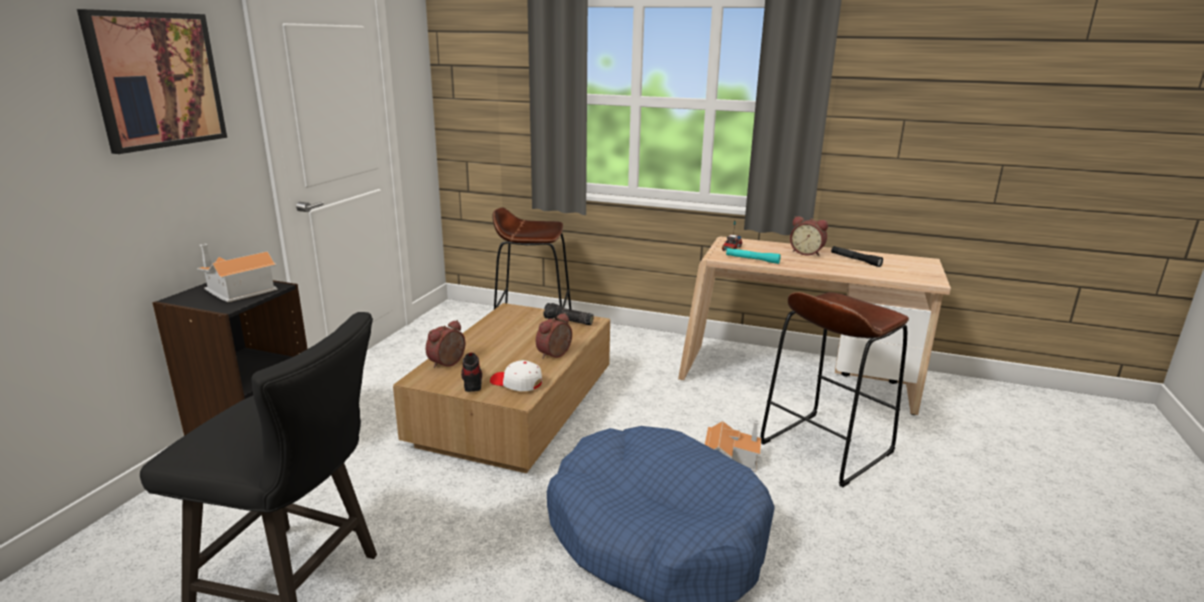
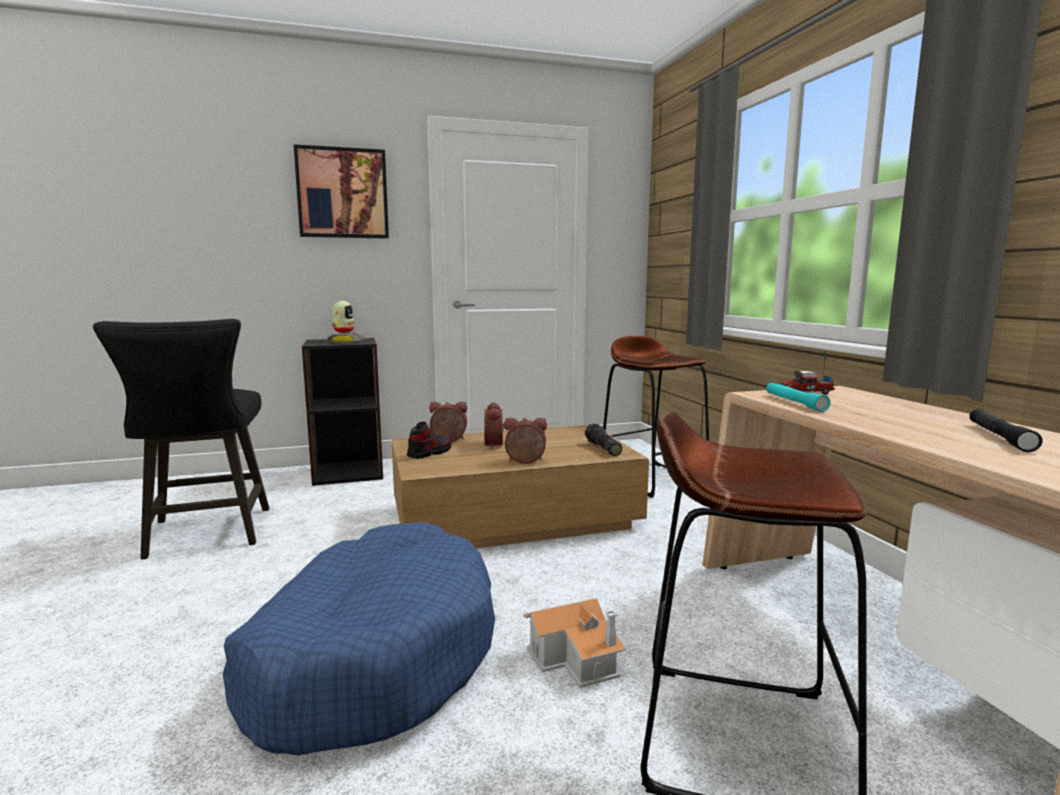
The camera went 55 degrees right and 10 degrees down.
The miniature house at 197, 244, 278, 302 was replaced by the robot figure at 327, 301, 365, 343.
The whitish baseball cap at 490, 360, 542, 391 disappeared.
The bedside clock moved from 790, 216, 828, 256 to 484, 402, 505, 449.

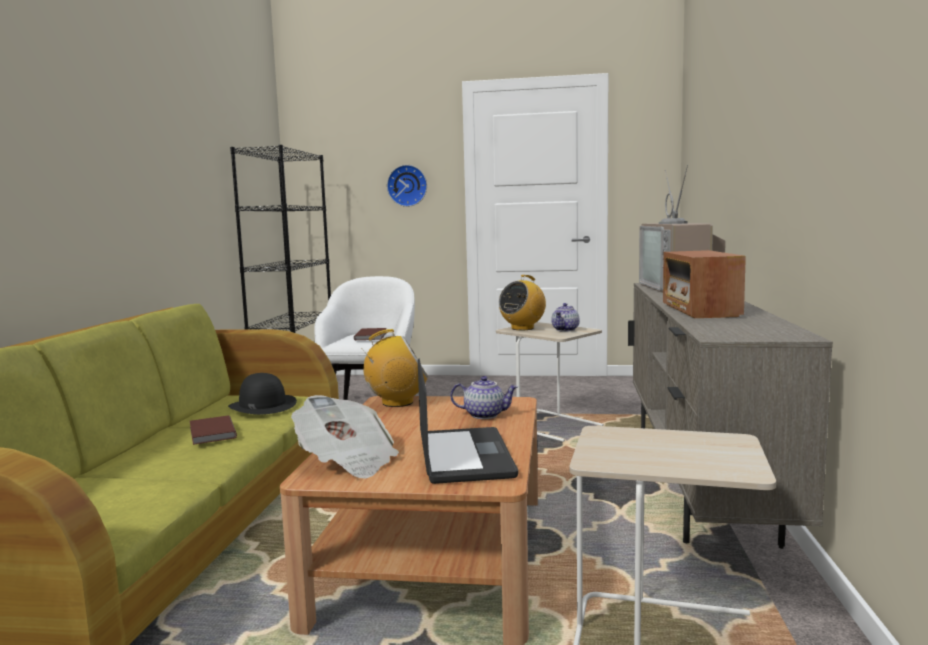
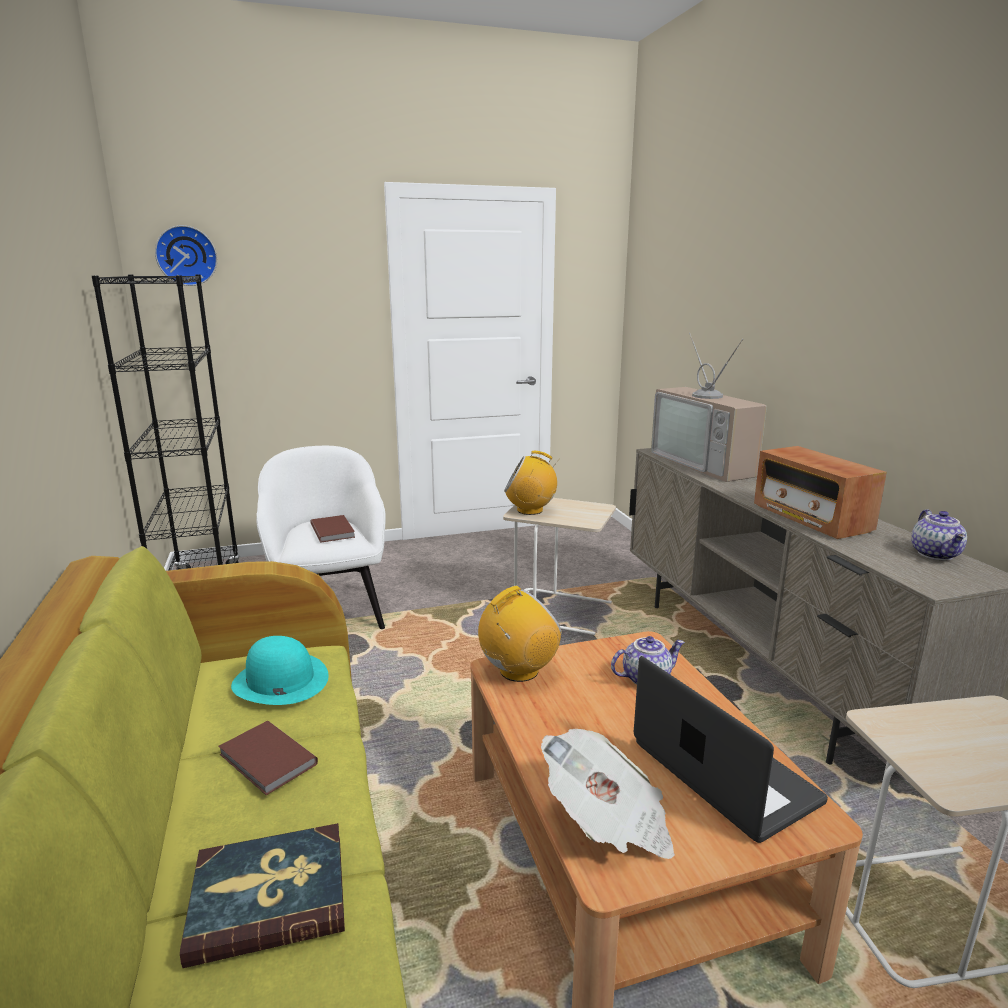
The camera went 25 degrees left and 10 degrees up.
The blackish clothing hat at 228, 373, 297, 414 became the turquoise clothing hat at 231, 636, 329, 705.
The wall clock moved from 387, 165, 427, 207 to 155, 225, 217, 286.
The radio receiver at 499, 275, 546, 330 turned 75 degrees clockwise.
The teapot moved from 551, 303, 579, 332 to 911, 509, 967, 560.
The book at 180, 823, 345, 968 appeared.

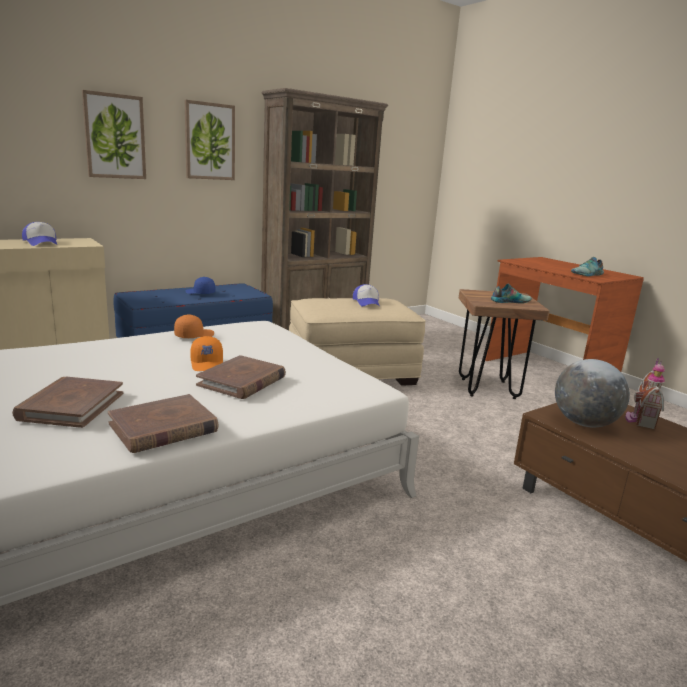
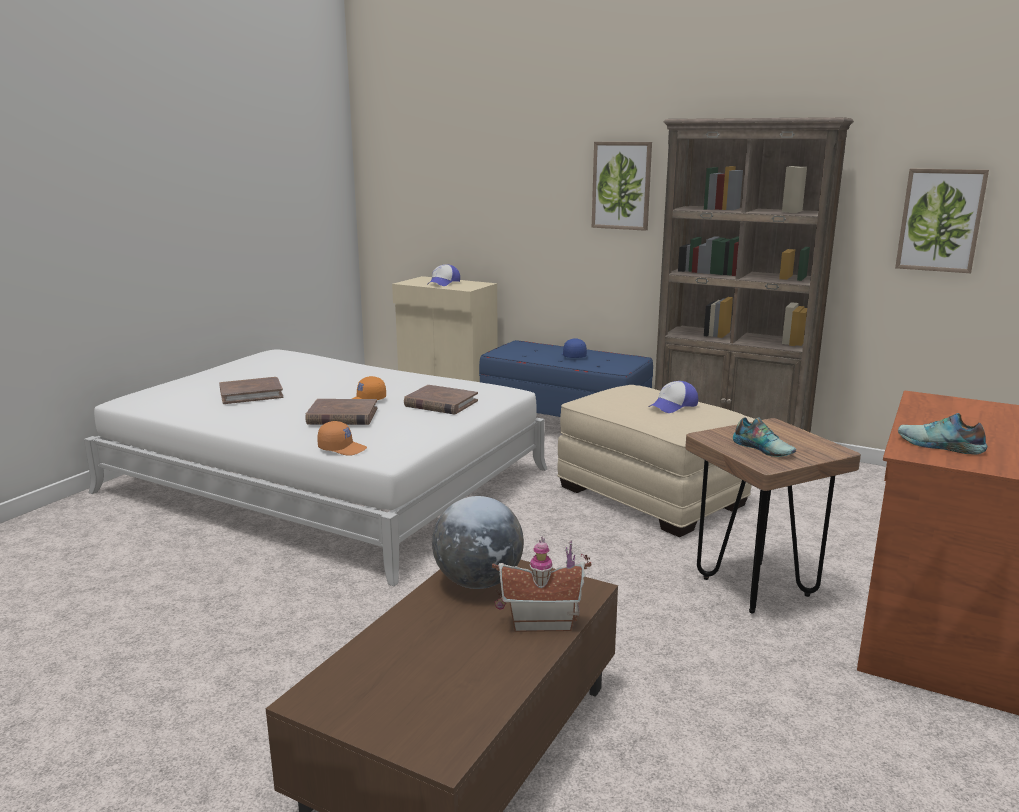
The camera went 65 degrees right and 0 degrees up.
The wall picture moved from 82, 90, 146, 179 to 895, 168, 989, 273.
The brown book moved from 108, 394, 219, 453 to 404, 385, 478, 414.
The orange baseball cap moved from 174, 315, 214, 338 to 317, 421, 367, 456.

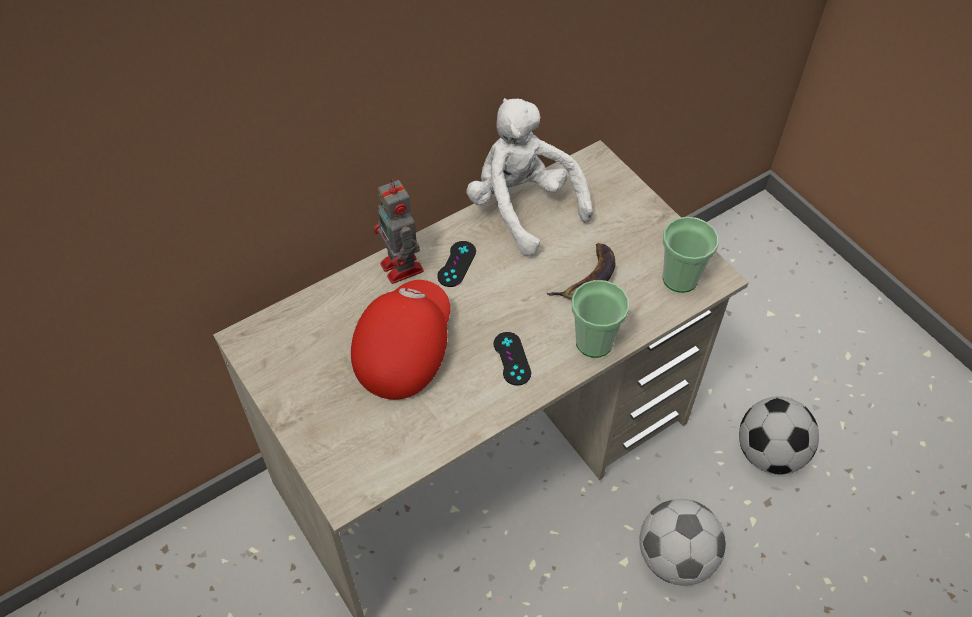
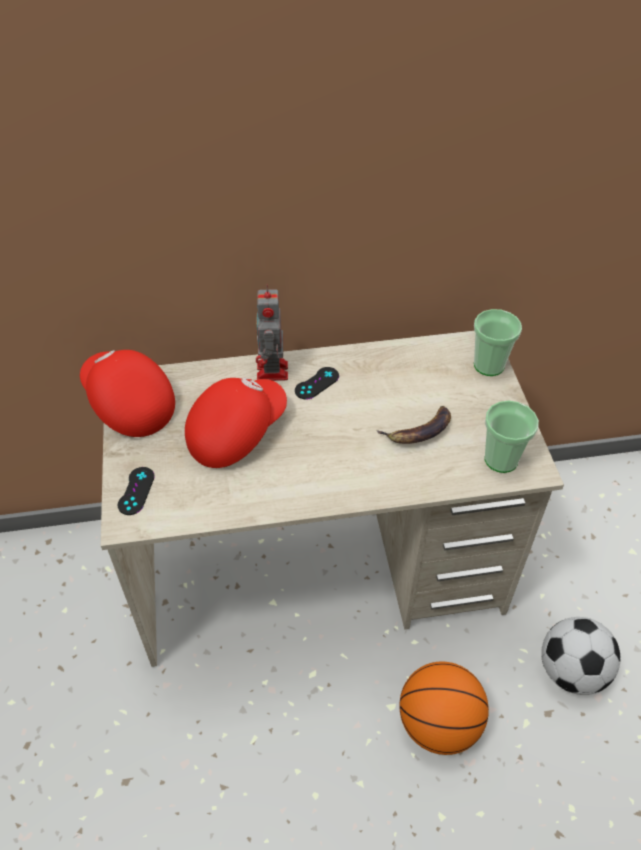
The camera went 25 degrees right and 5 degrees down.
The whitish soft toy at 466, 98, 593, 256 disappeared.
The blackish joypad moved from 493, 332, 531, 386 to 118, 467, 155, 515.
The cup moved from 572, 280, 629, 358 to 474, 309, 522, 376.
The football at 640, 499, 726, 586 was replaced by the basketball at 399, 662, 489, 755.
The red baseball cap at 80, 350, 175, 437 appeared.

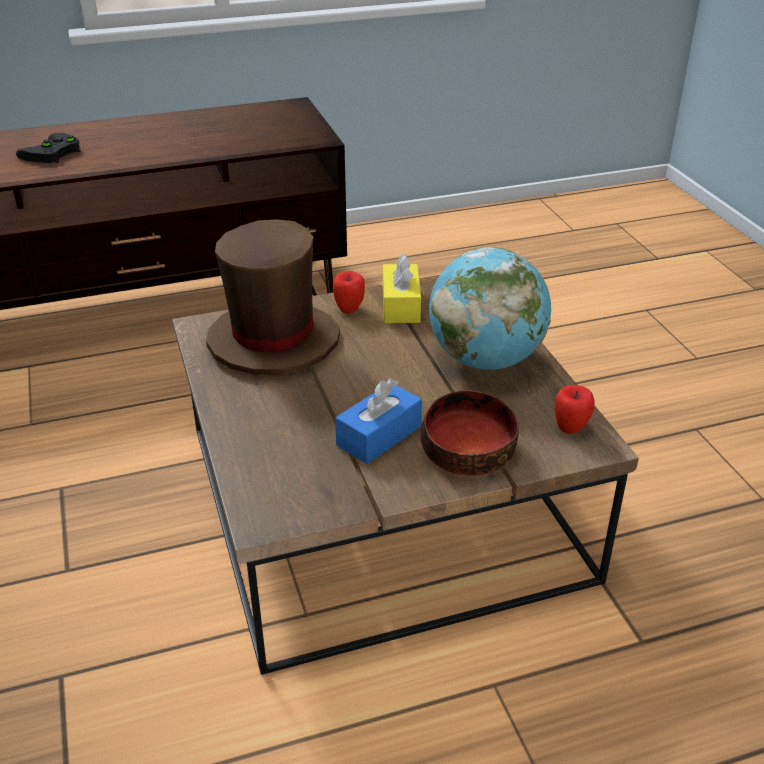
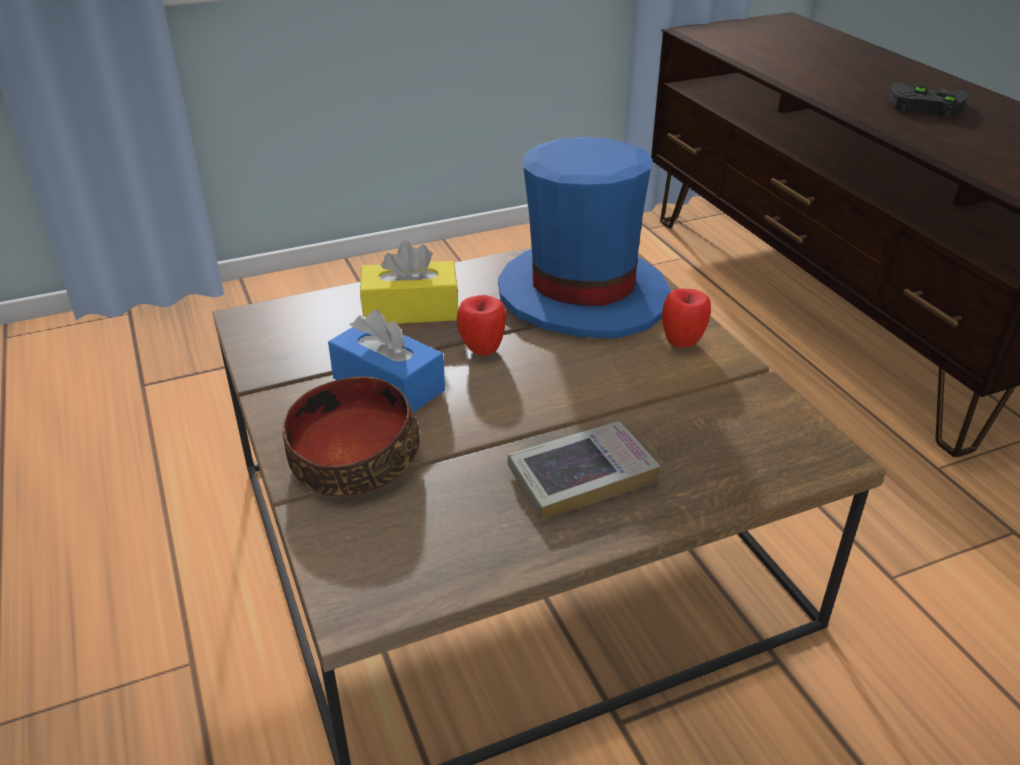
The camera went 85 degrees right and 0 degrees up.
The blackish joypad moved from 16, 133, 81, 163 to 889, 82, 968, 119.
The brown clothing hat at 206, 219, 340, 375 became the blue clothing hat at 498, 137, 671, 339.
The yellow-coloured tissue holder moved from 383, 253, 421, 323 to 360, 240, 458, 324.
The world globe at 429, 247, 551, 370 was replaced by the book at 507, 421, 660, 520.
The whole apple moved from 555, 385, 595, 434 to 457, 295, 506, 356.

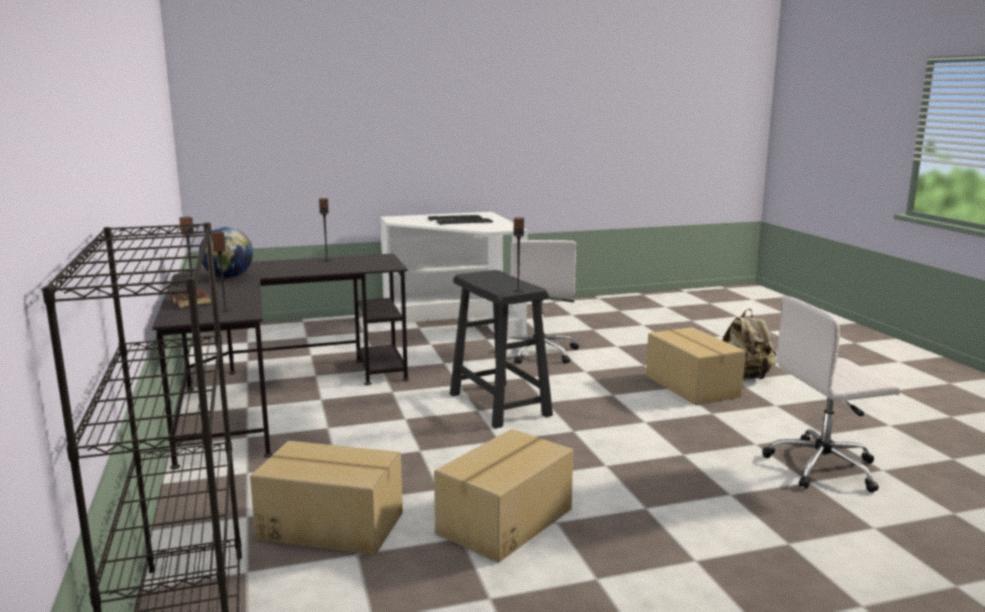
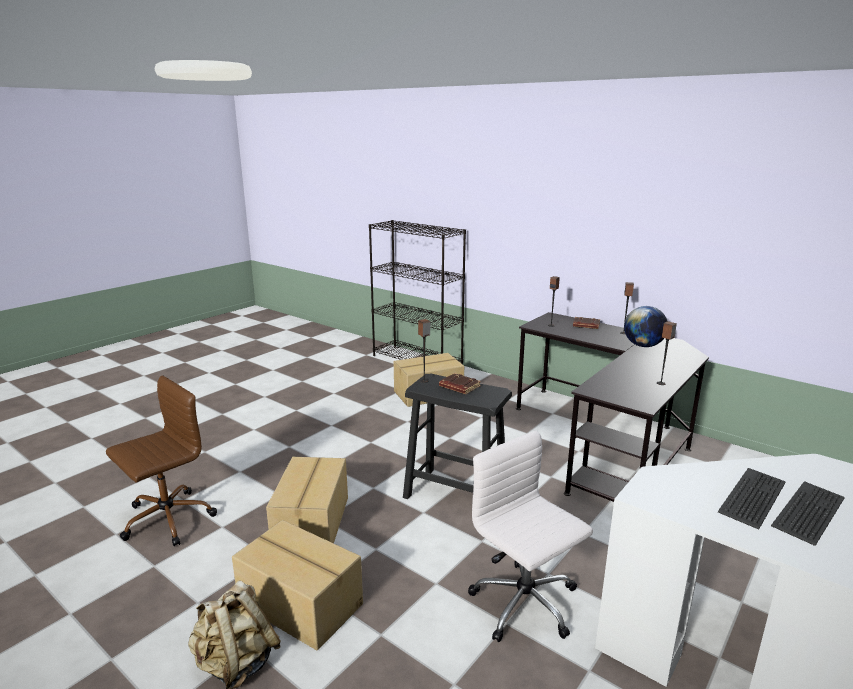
The camera went 145 degrees right and 5 degrees up.
The packing box moved from 434, 429, 573, 563 to 266, 457, 348, 543.
The whitish desk chair at 762, 296, 900, 493 became the brown desk chair at 106, 375, 217, 546.
The brown book at 439, 373, 481, 394 appeared.

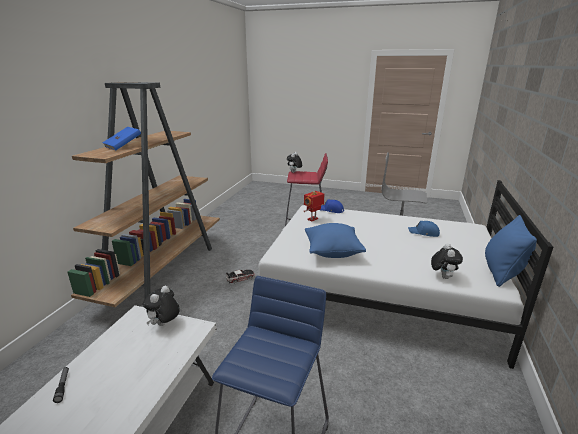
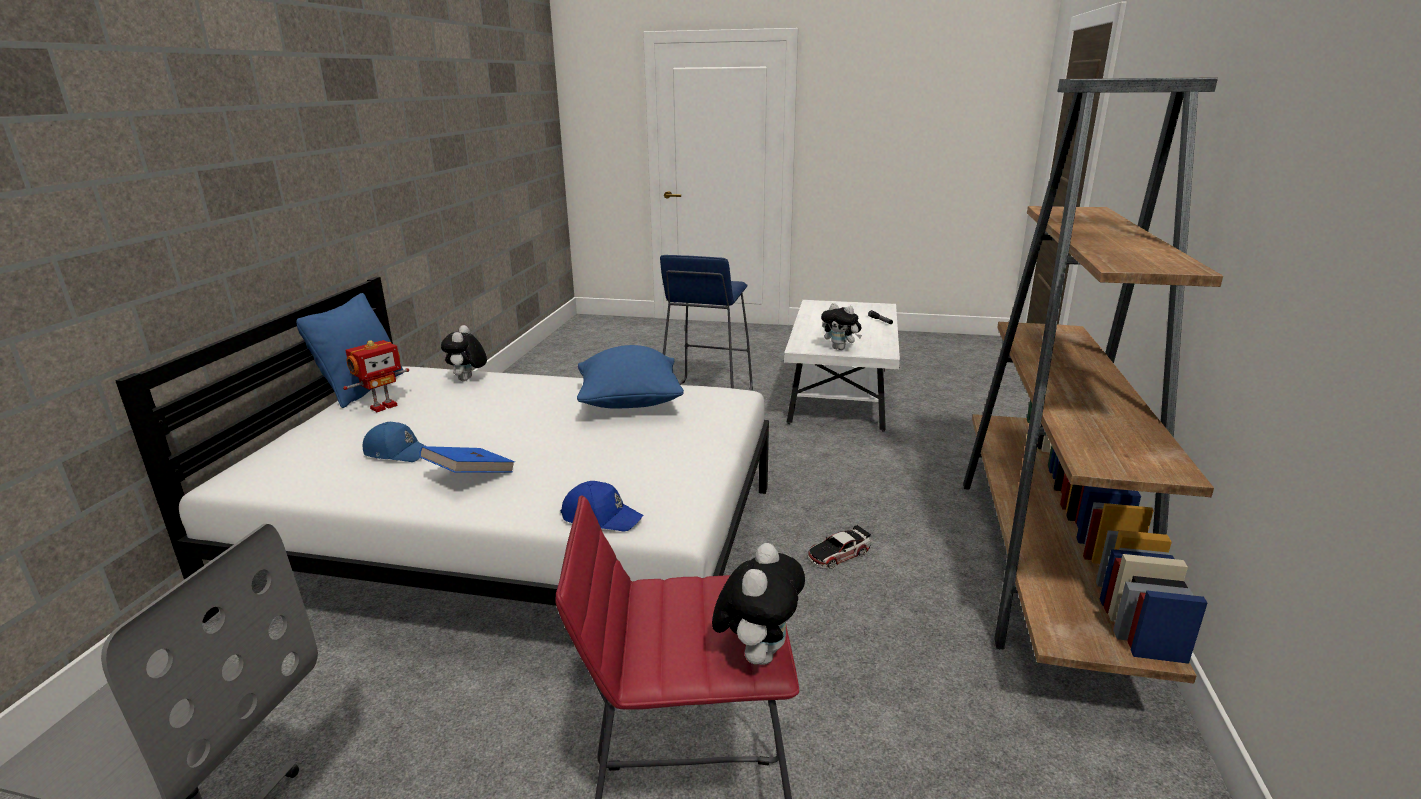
The camera went 175 degrees right and 0 degrees up.
The blue book moved from 102, 127, 141, 150 to 419, 446, 515, 473.
The soft toy at 143, 286, 180, 326 turned 105 degrees clockwise.
The robot figure moved from 303, 191, 324, 221 to 343, 340, 409, 412.

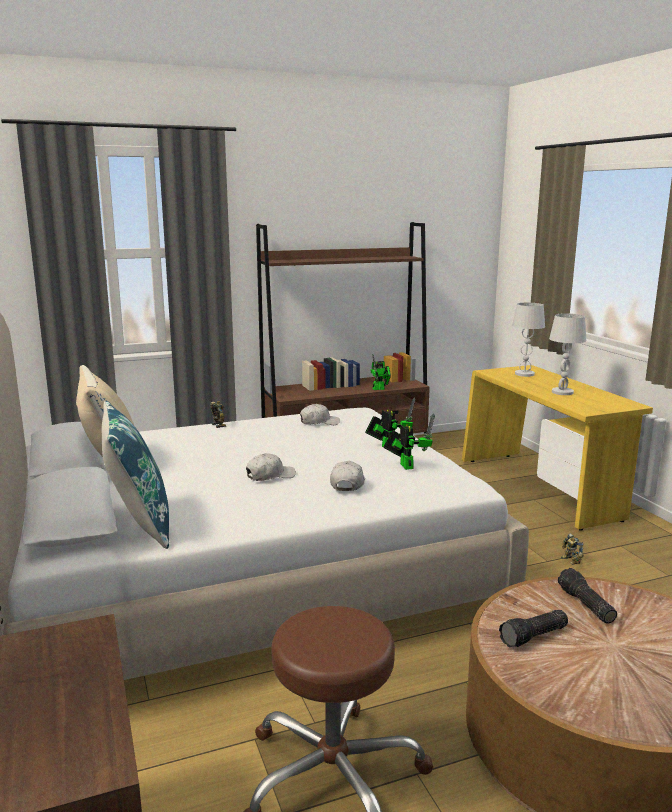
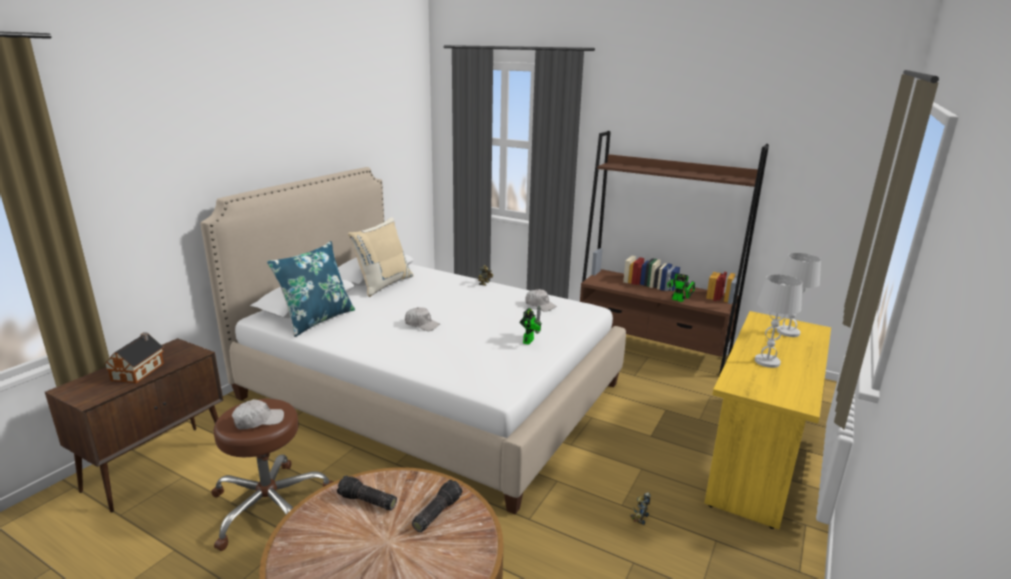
The camera went 50 degrees right and 5 degrees up.
The whitish baseball cap moved from 330, 461, 365, 491 to 232, 399, 284, 430.
The robot figure at 383, 413, 435, 470 disappeared.
The miniature house at 104, 332, 164, 384 appeared.

